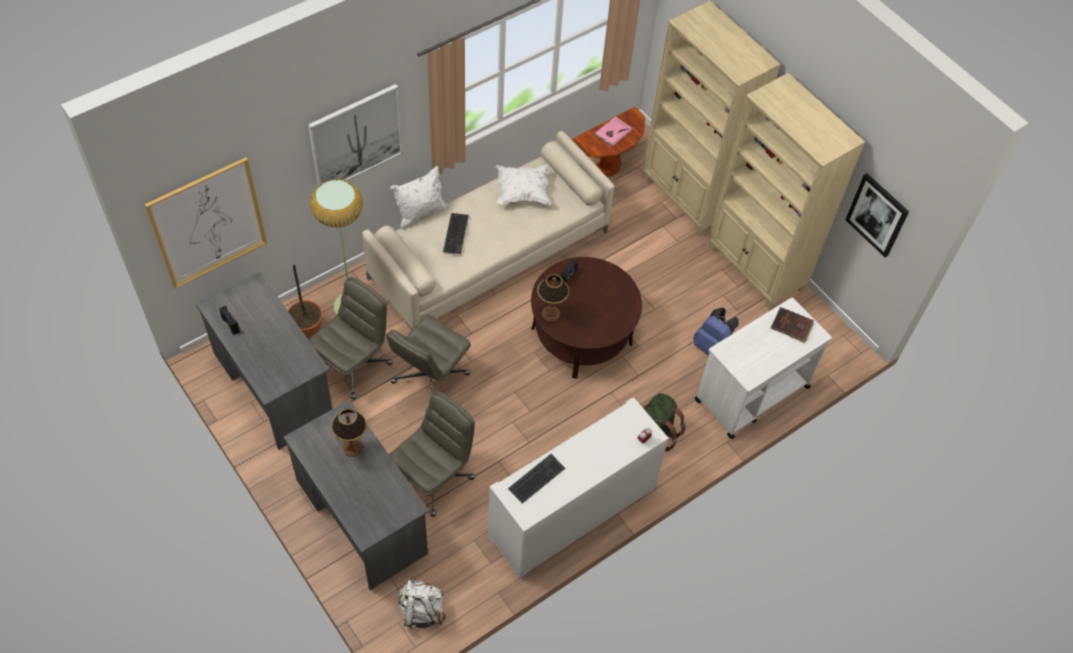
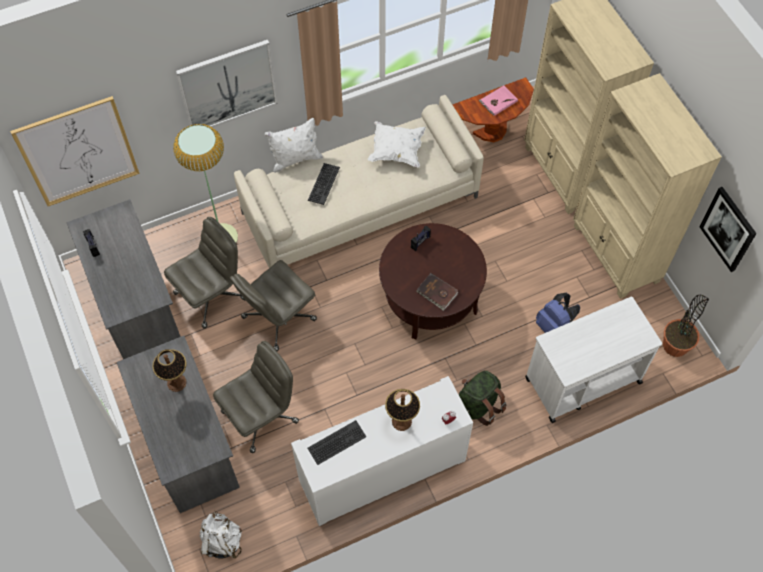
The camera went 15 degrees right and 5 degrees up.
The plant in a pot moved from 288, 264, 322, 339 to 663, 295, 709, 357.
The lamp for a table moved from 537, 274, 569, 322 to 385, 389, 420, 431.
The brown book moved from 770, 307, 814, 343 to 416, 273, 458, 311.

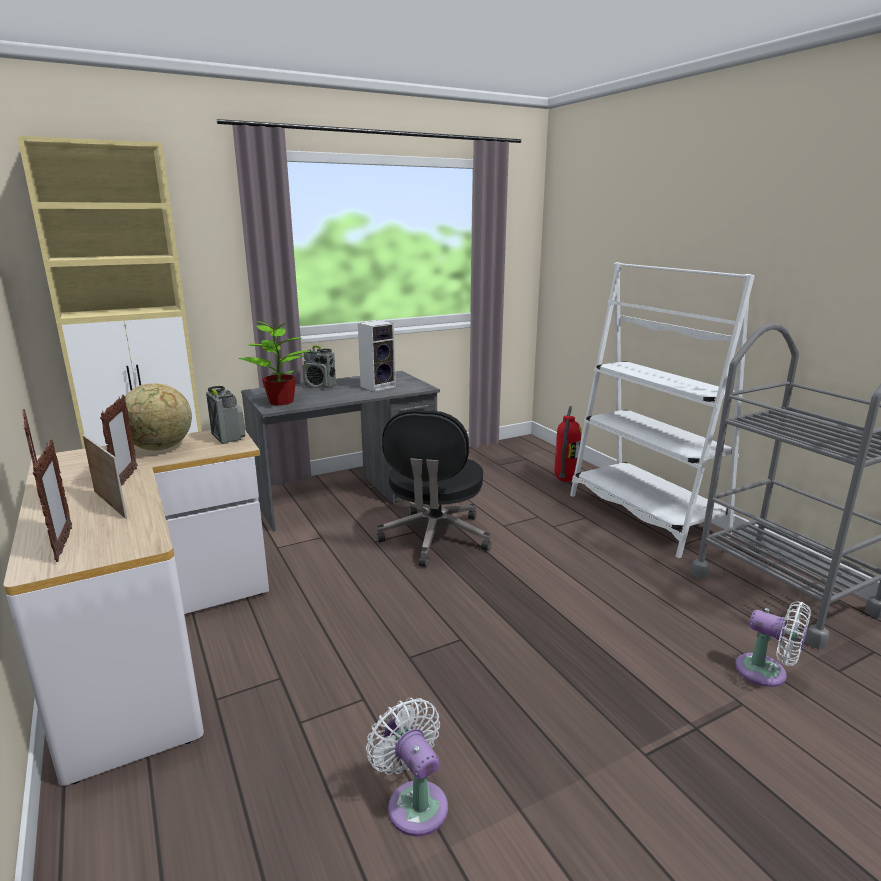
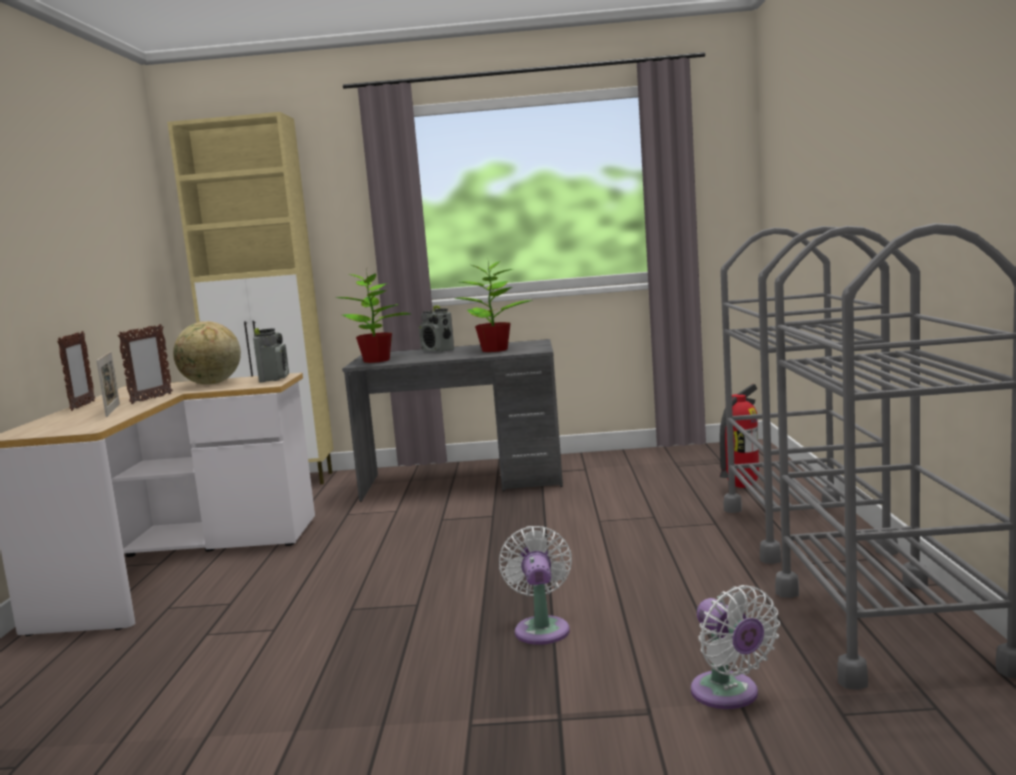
The camera went 30 degrees right and 10 degrees down.
The standing frame at 33, 440, 72, 562 disappeared.
The audio speaker at 358, 320, 396, 392 was replaced by the plant in a pot at 454, 258, 533, 352.
The whitish fan moved from 366, 698, 448, 837 to 499, 526, 572, 645.
The blackish desk chair at 376, 410, 491, 567 disappeared.
The whitish bookshelf at 570, 262, 755, 558 was replaced by the grey cart at 720, 226, 898, 564.

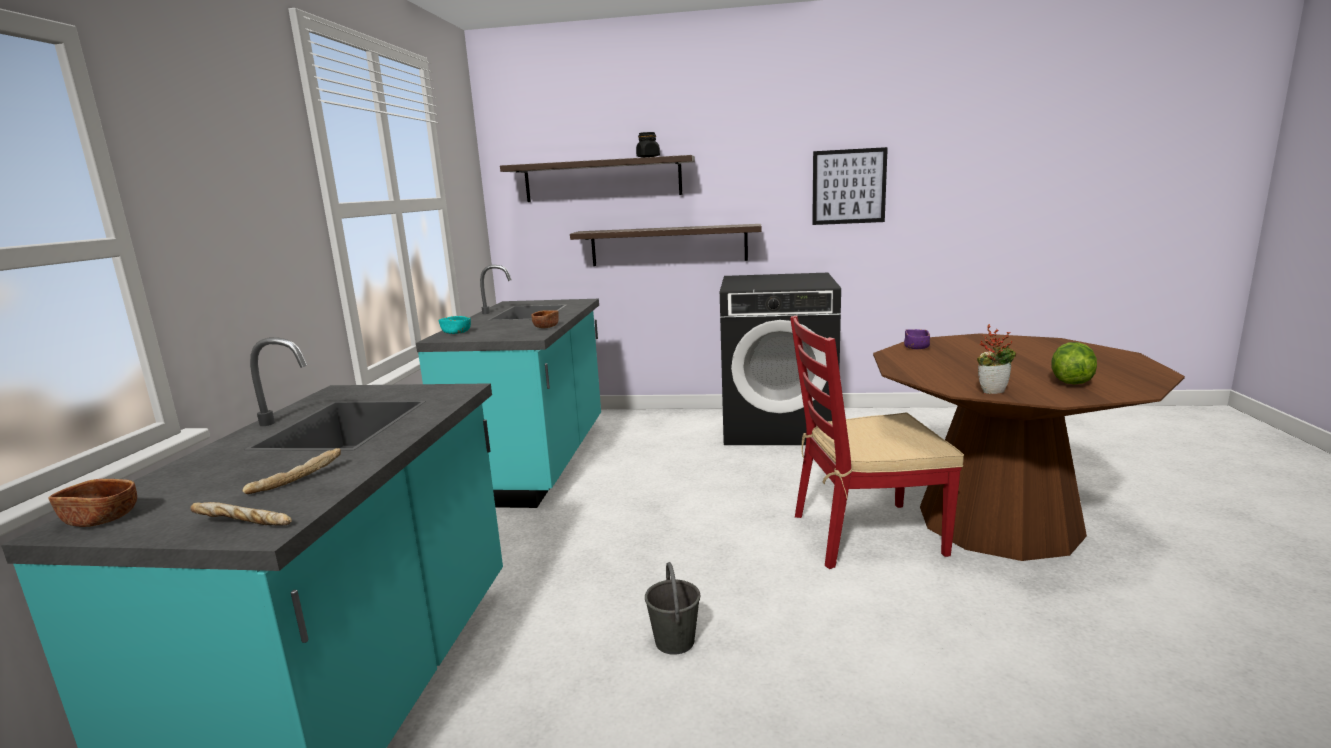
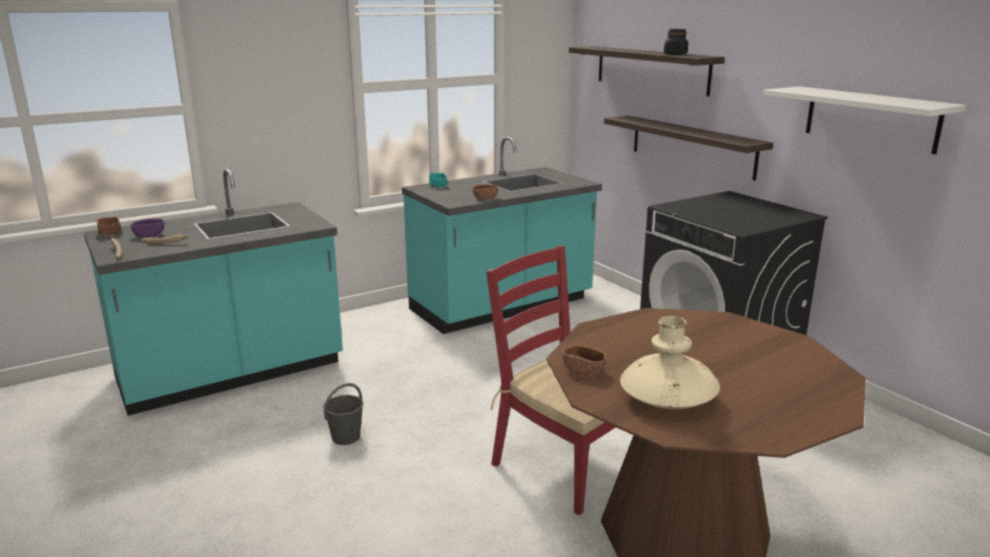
The camera went 50 degrees right and 5 degrees up.
The wall picture at 812, 147, 888, 225 was replaced by the whitish shelf at 763, 86, 967, 154.
The purplish deep dish moved from 904, 329, 930, 349 to 130, 219, 165, 238.
The plant in a pot at 977, 324, 1016, 394 was replaced by the brown deep dish at 562, 345, 606, 376.
The lettuce head at 1051, 342, 1097, 384 was replaced by the sand-coloured decorative vase at 620, 316, 720, 409.

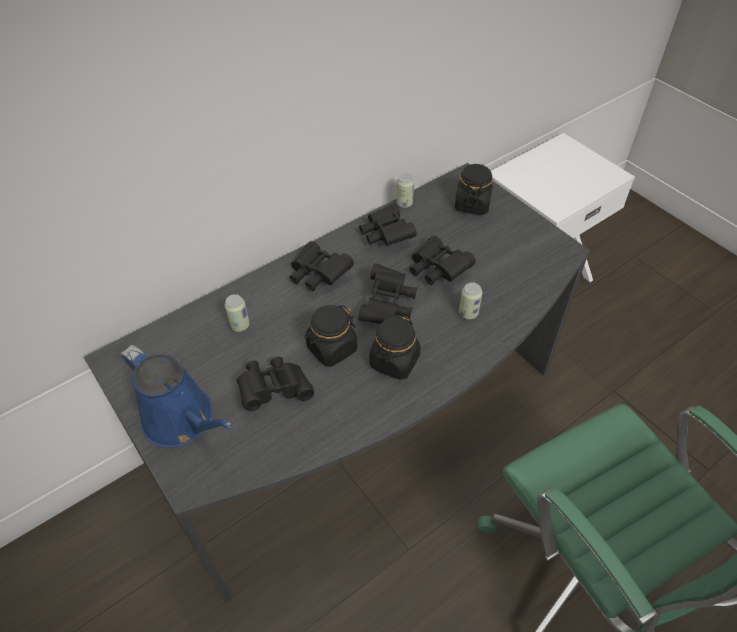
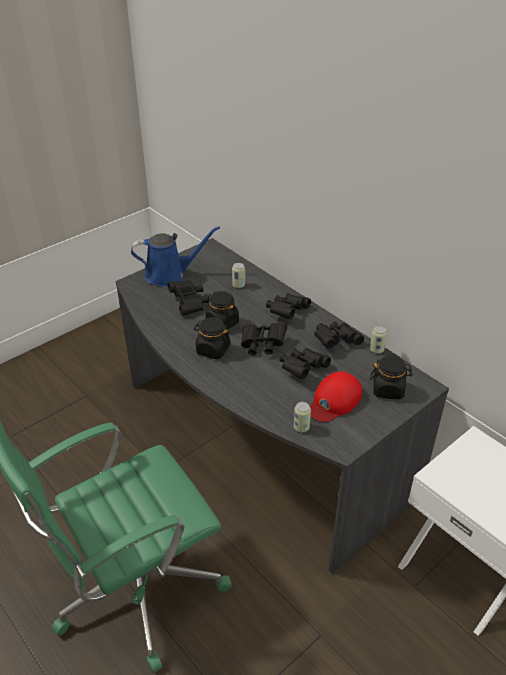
The camera went 85 degrees right and 10 degrees down.
The blue watering pot at 121, 345, 233, 448 turned 135 degrees counterclockwise.
The can moved from 459, 282, 483, 319 to 294, 402, 311, 432.
The red baseball cap at 310, 371, 362, 422 appeared.

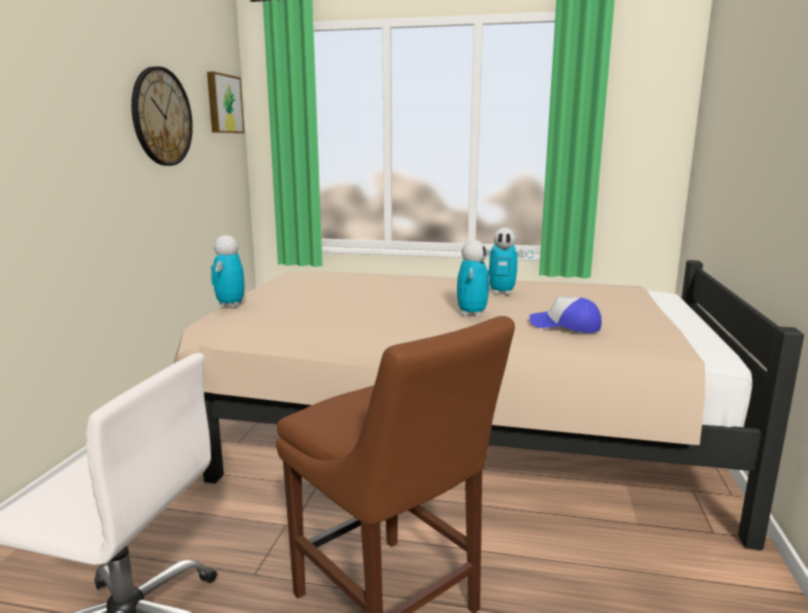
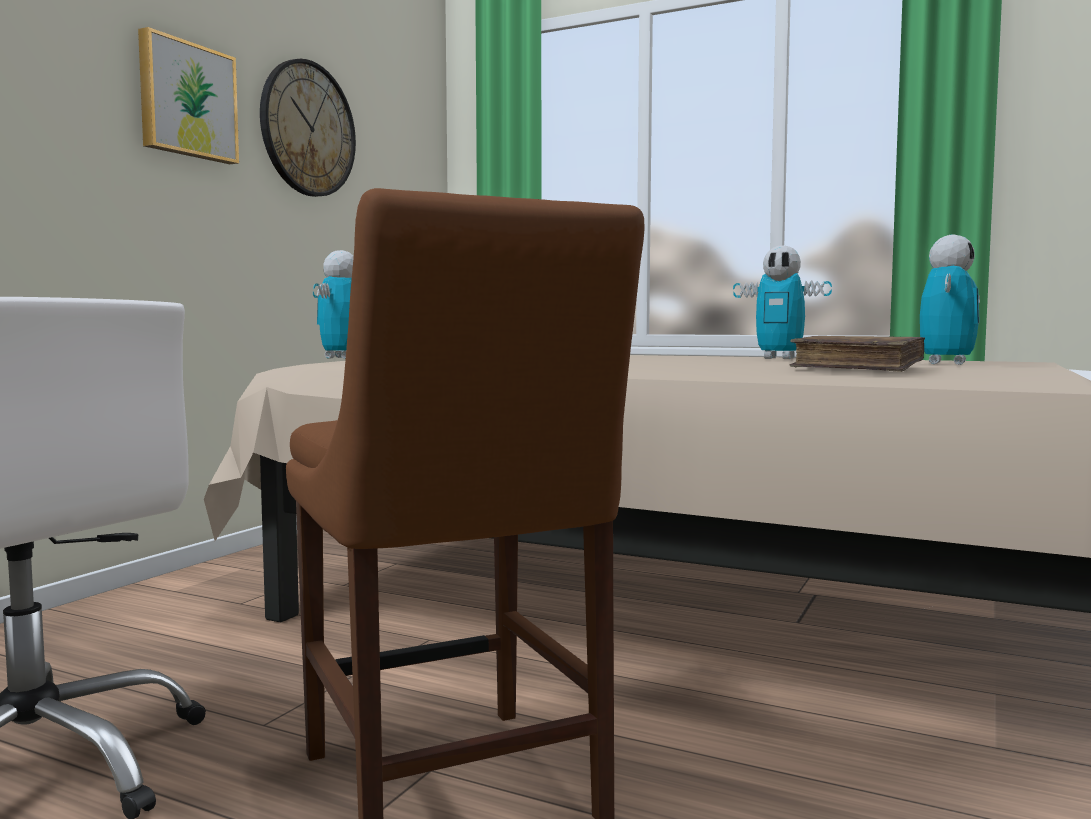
The camera went 15 degrees right and 10 degrees down.
The wall picture moved from 207, 72, 244, 133 to 138, 27, 239, 164.
The robot figure moved from 457, 240, 490, 317 to 920, 235, 980, 365.
The baseball cap at 529, 297, 602, 333 was replaced by the brown book at 789, 336, 925, 372.

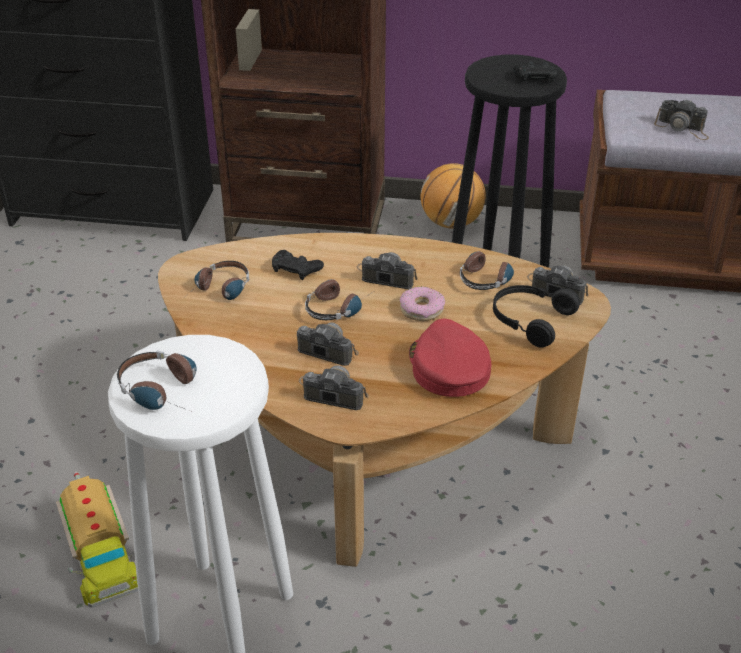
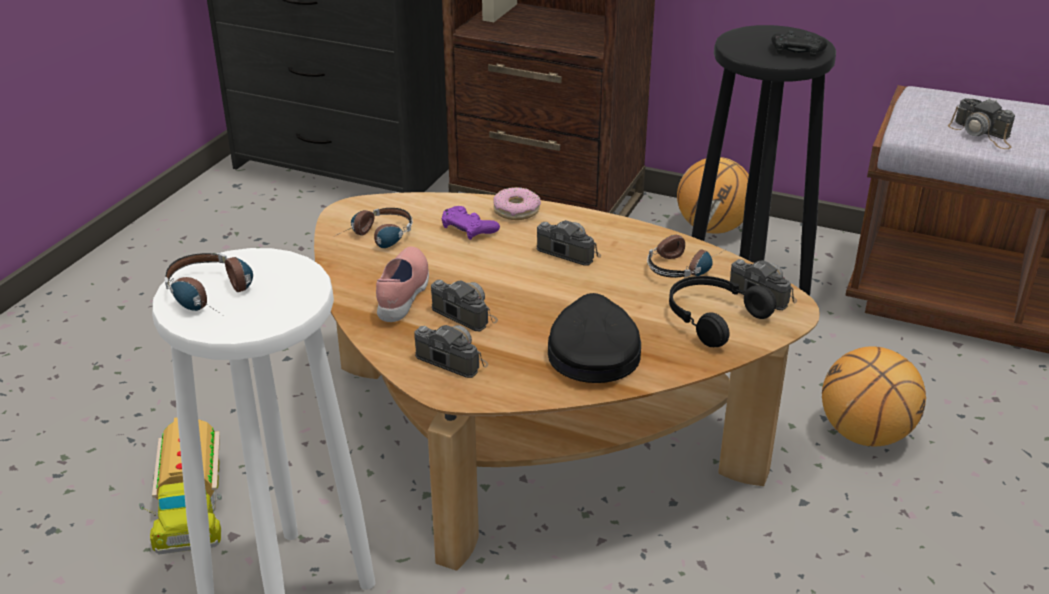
The camera went 15 degrees right and 5 degrees down.
The blackish joypad at 272, 250, 324, 280 became the purplish joypad at 442, 206, 500, 240.
The pair of headphones at 305, 279, 373, 320 disappeared.
The ring doughnut moved from 400, 286, 445, 321 to 493, 187, 541, 220.
The red baseball cap at 409, 319, 491, 397 became the blackish baseball cap at 548, 293, 641, 383.
The pinkish item of footwear at 376, 247, 429, 322 appeared.
The basketball at 822, 346, 926, 447 appeared.

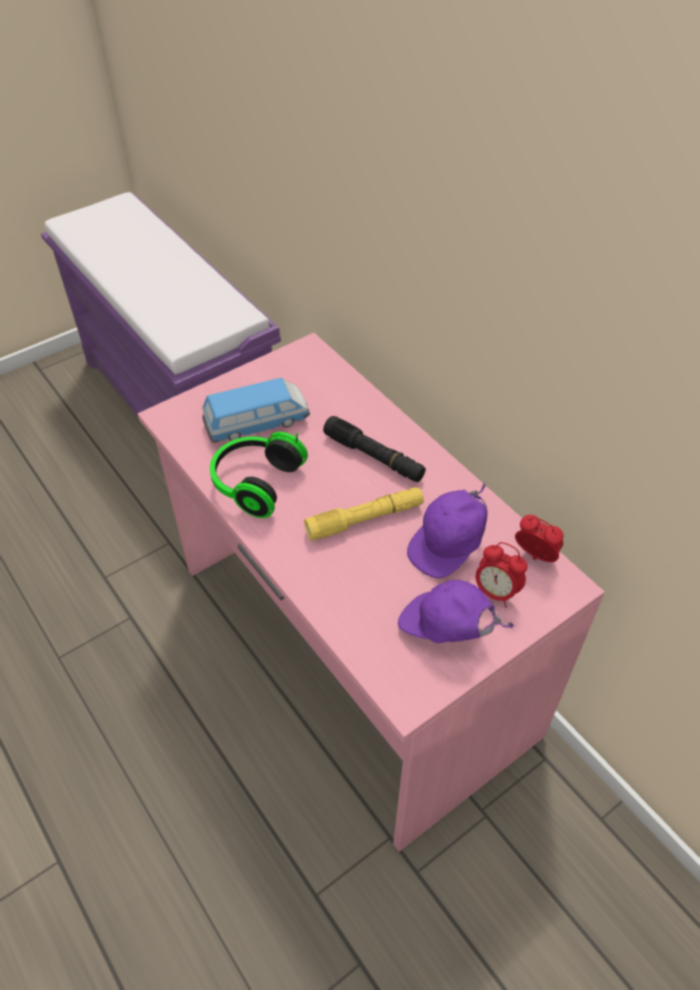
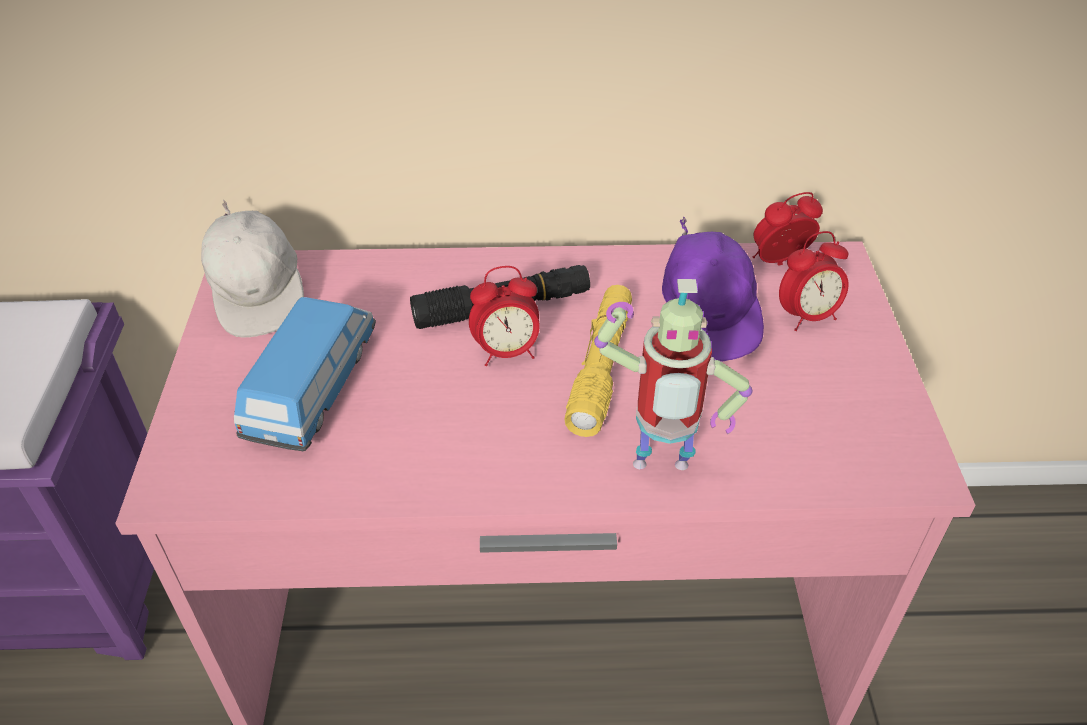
The camera went 55 degrees left and 5 degrees down.
The pair of headphones at 210, 432, 308, 518 disappeared.
The purplish baseball cap at 398, 580, 514, 643 disappeared.
The whitish baseball cap at 201, 200, 304, 338 appeared.
The bedside clock at 469, 266, 540, 366 appeared.
The robot figure at 594, 279, 752, 470 appeared.

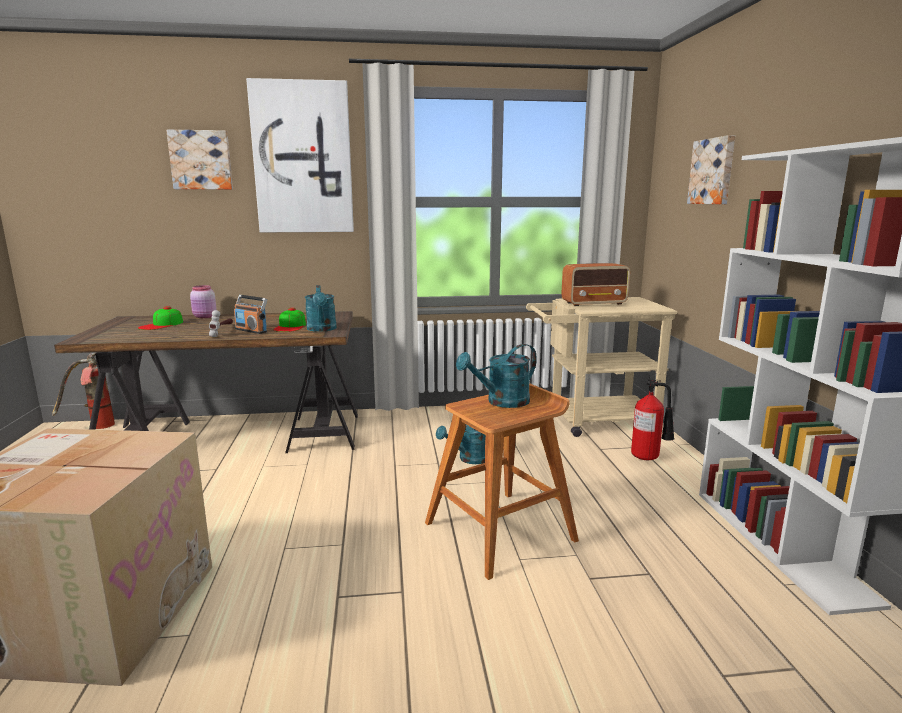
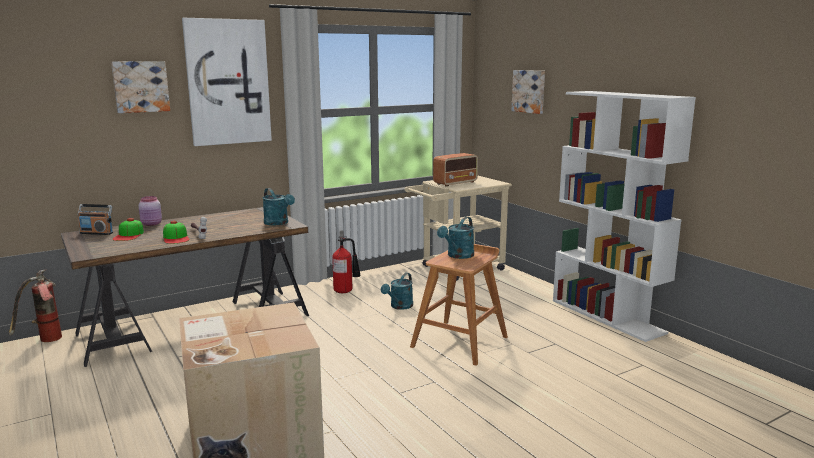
The camera went 25 degrees left and 0 degrees up.
The radio receiver moved from 234, 295, 267, 334 to 78, 204, 113, 235.
The baseball cap moved from 274, 308, 306, 332 to 163, 221, 189, 244.
The extinguisher moved from 631, 370, 675, 460 to 332, 231, 361, 293.

